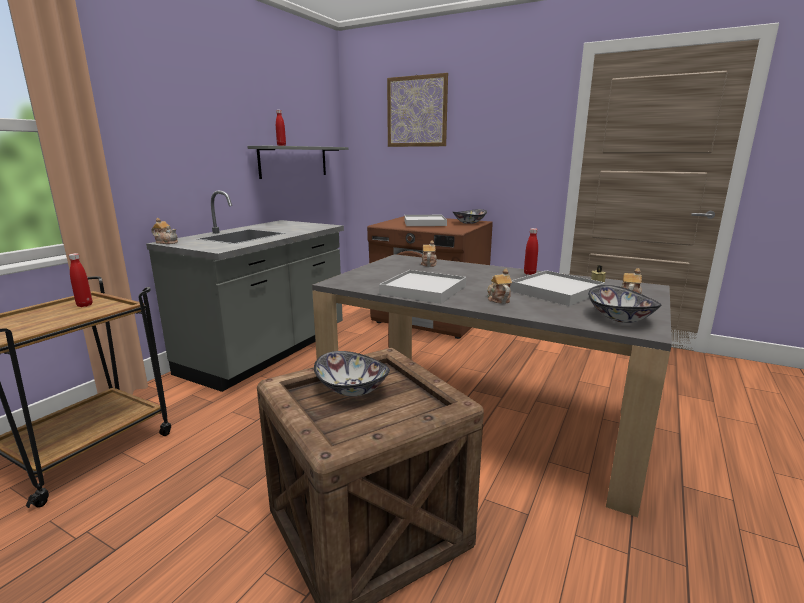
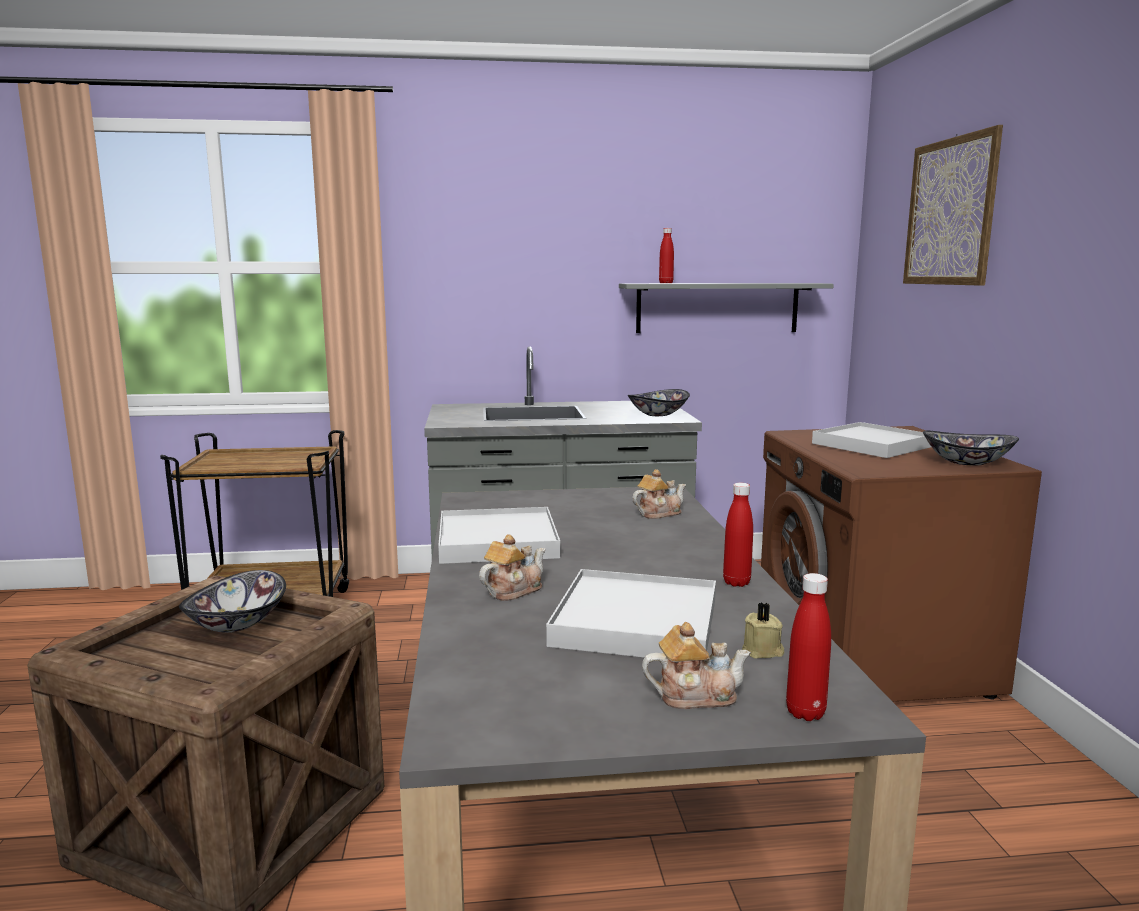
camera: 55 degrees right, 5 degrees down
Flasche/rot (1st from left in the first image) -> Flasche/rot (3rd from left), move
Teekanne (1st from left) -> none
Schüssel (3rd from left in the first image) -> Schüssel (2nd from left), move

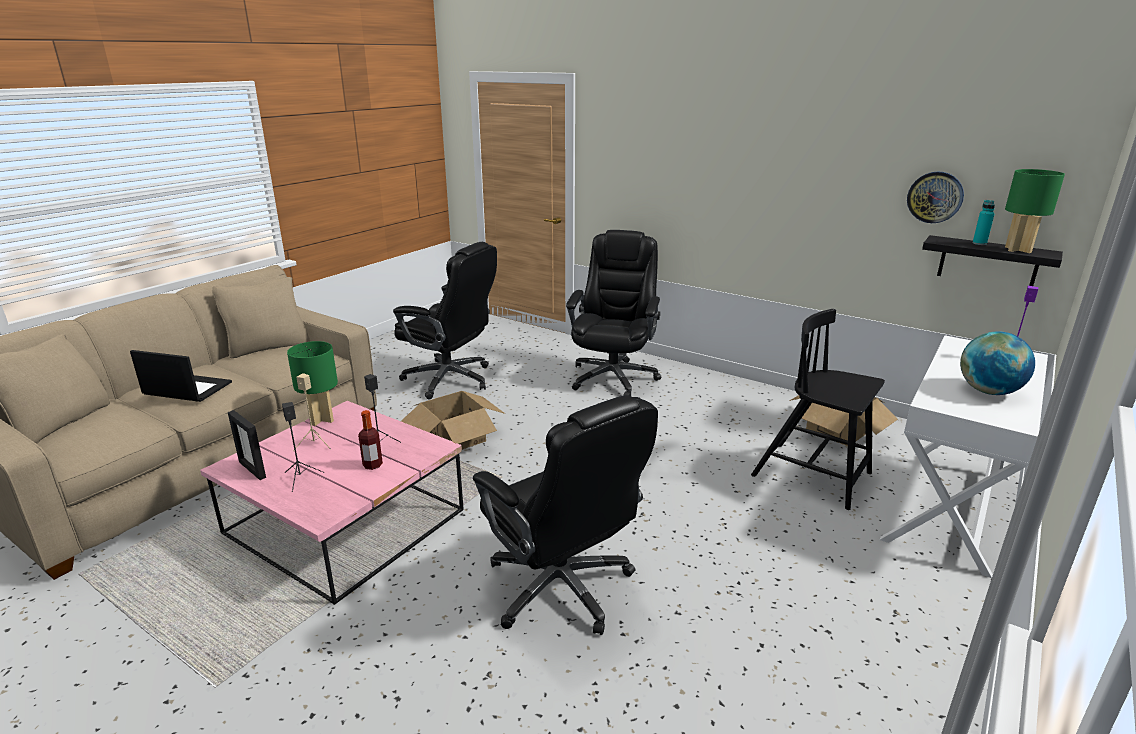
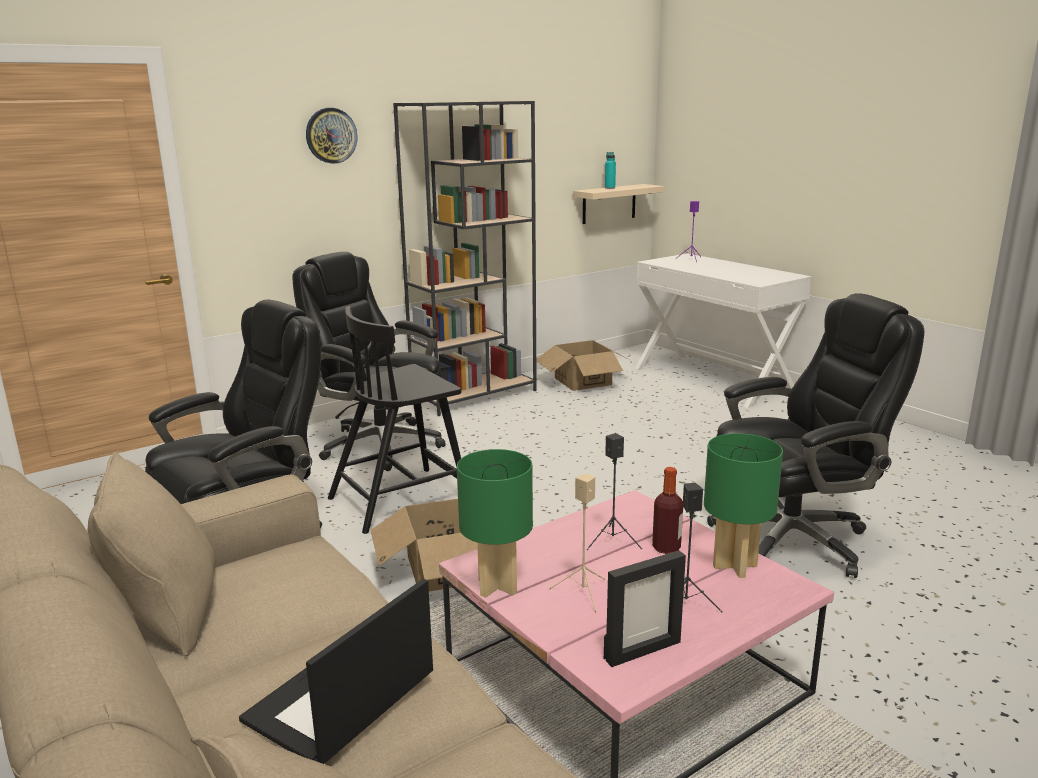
camera: 70 degrees left, 5 degrees down
Stuhl/schwarz, move
Wanduhr, move
Wandregal/schwarz -> Wandregal/beige
Globus -> none
Tischlampe/grün (2nd from left), move
none -> Bücherregal

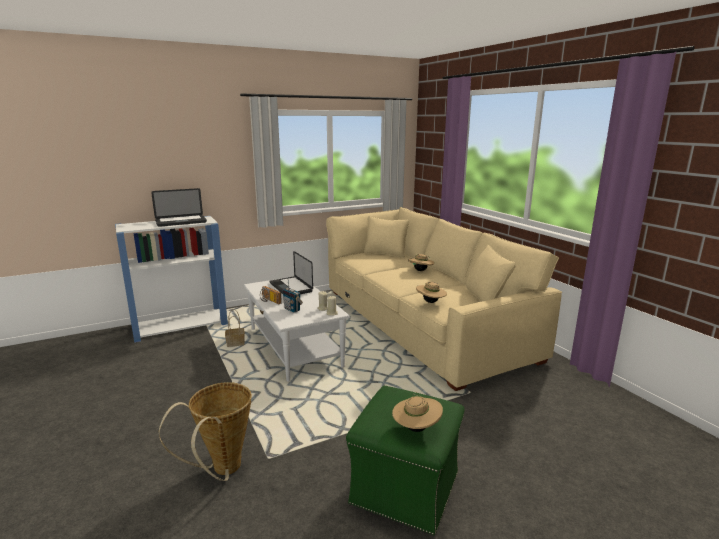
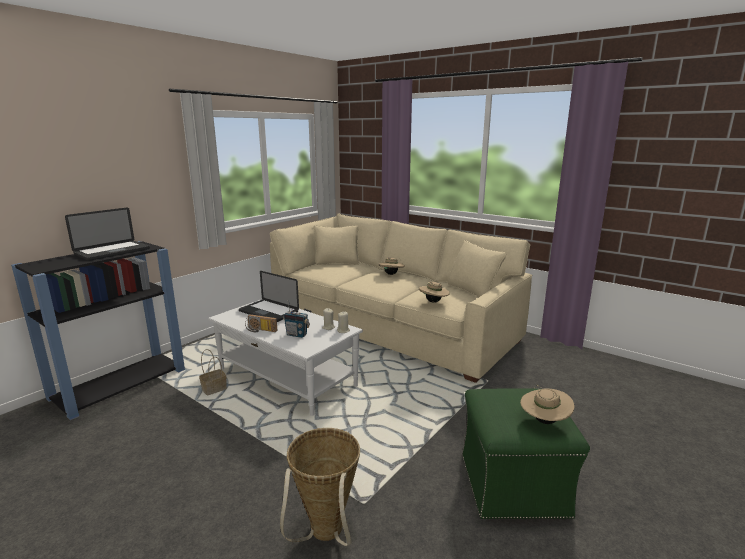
camera: 25 degrees left, 0 degrees up
Bücherregal/weiß -> Bücherregal/schwarz

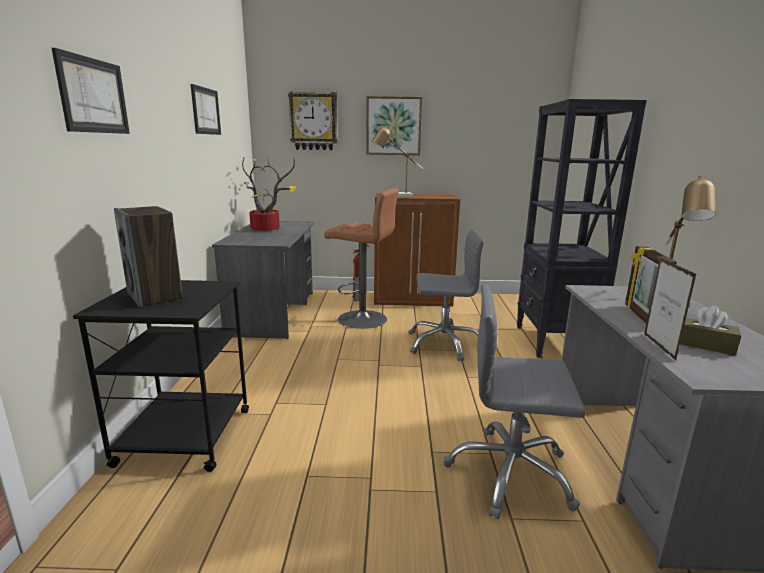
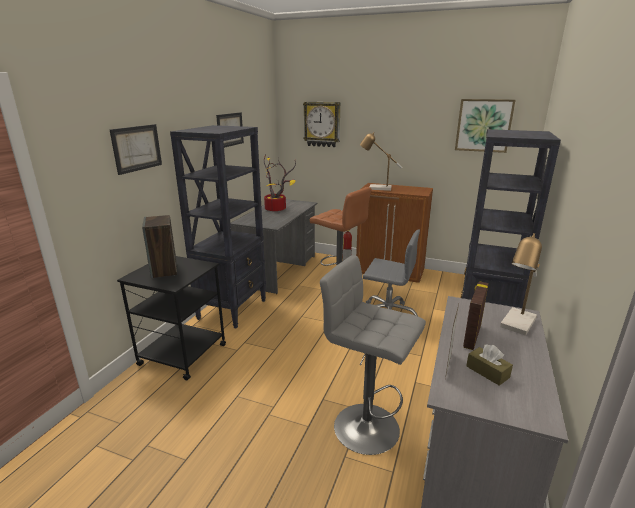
camera: 20 degrees right, 5 degrees up
Bild (3rd from left), move
Bürostuhl/grau (2nd from left) -> Hocker/grau
none -> Bücherregal/schwarz (1st from left)

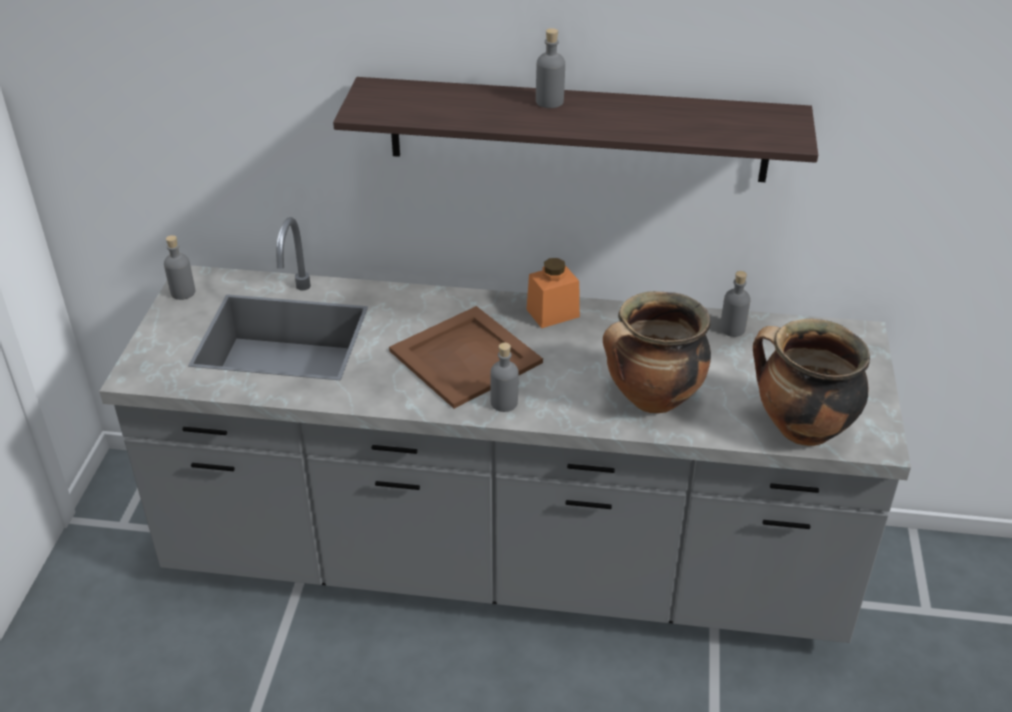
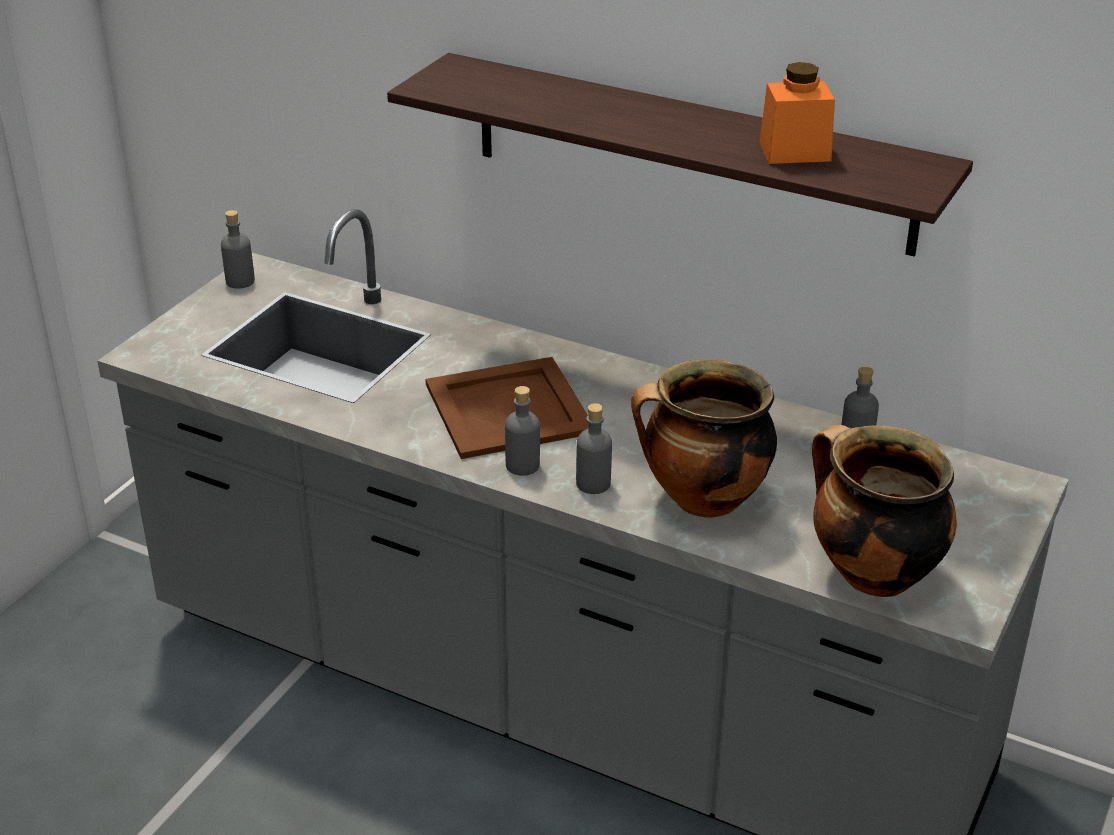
camera: 20 degrees right, 5 degrees down
Vorratsglas/orange, move
Flasche/grau (3rd from left), move

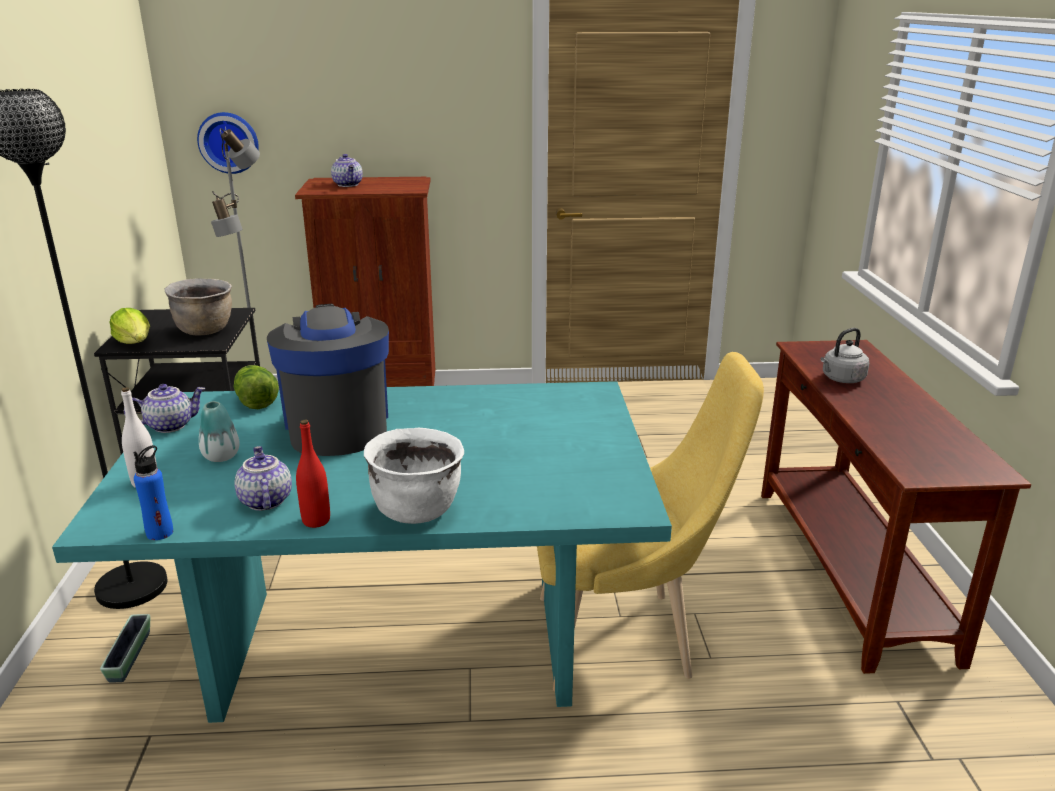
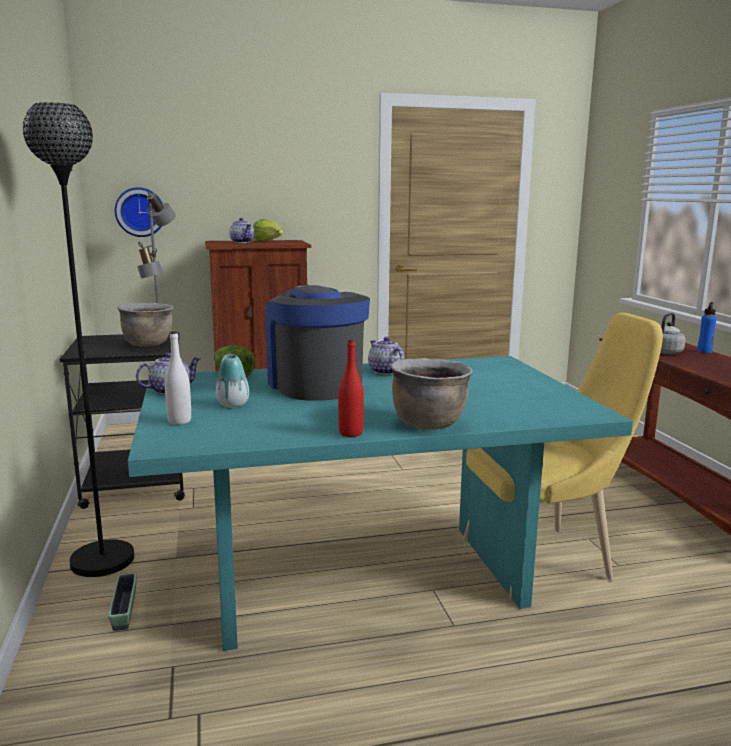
camera: 10 degrees left, 10 degrees down
Salatkopf (1st from left in the first image) -> Salatkopf (2nd from left), move
Flasche/blau, move
Teekanne (2nd from left in the first image) -> Teekanne (3rd from left), move
Kochtopf/weiß -> Kochtopf/braun (2nd from left)

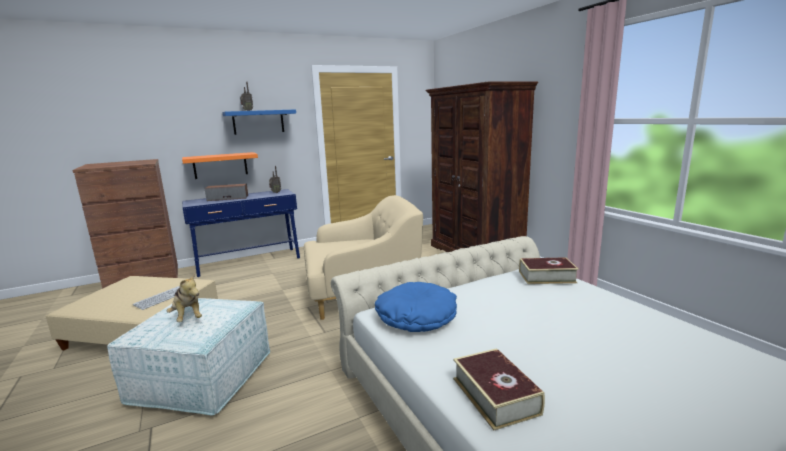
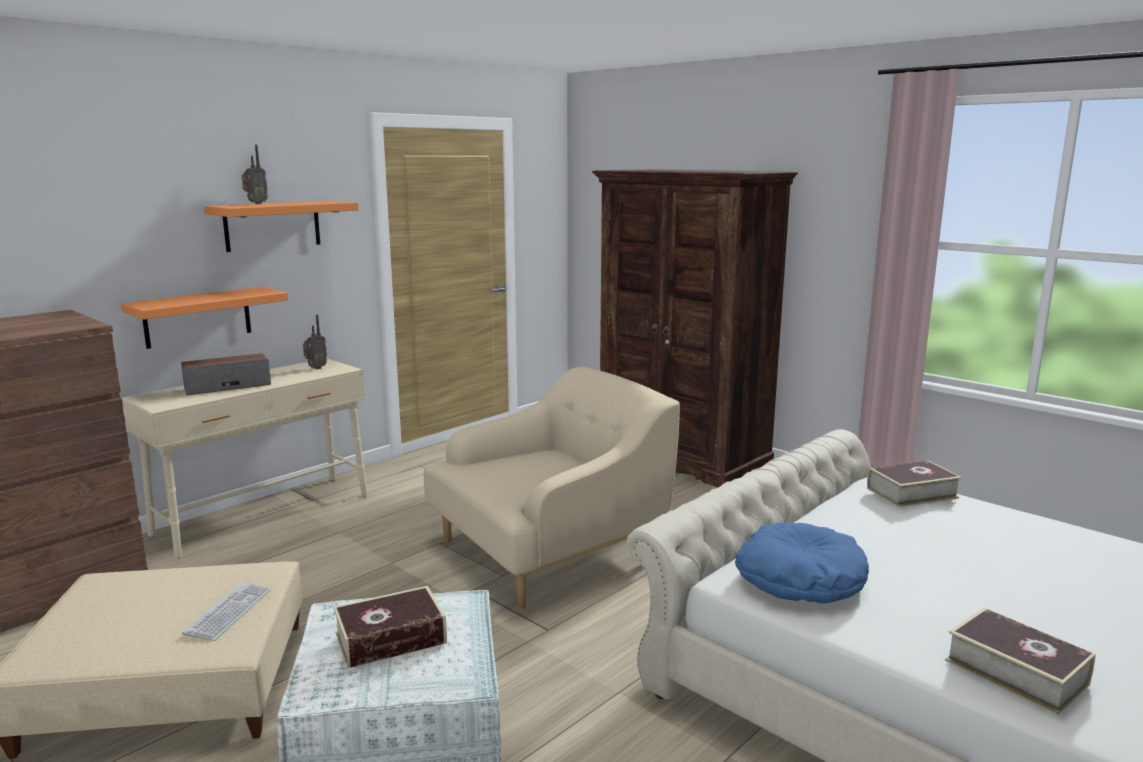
camera: 20 degrees left, 0 degrees up
Plüschtier -> Buch (1st from left)
Konsolentisch/blau -> Konsolentisch/beige
Wandregal/blau -> Wandregal/orange (2nd from left)

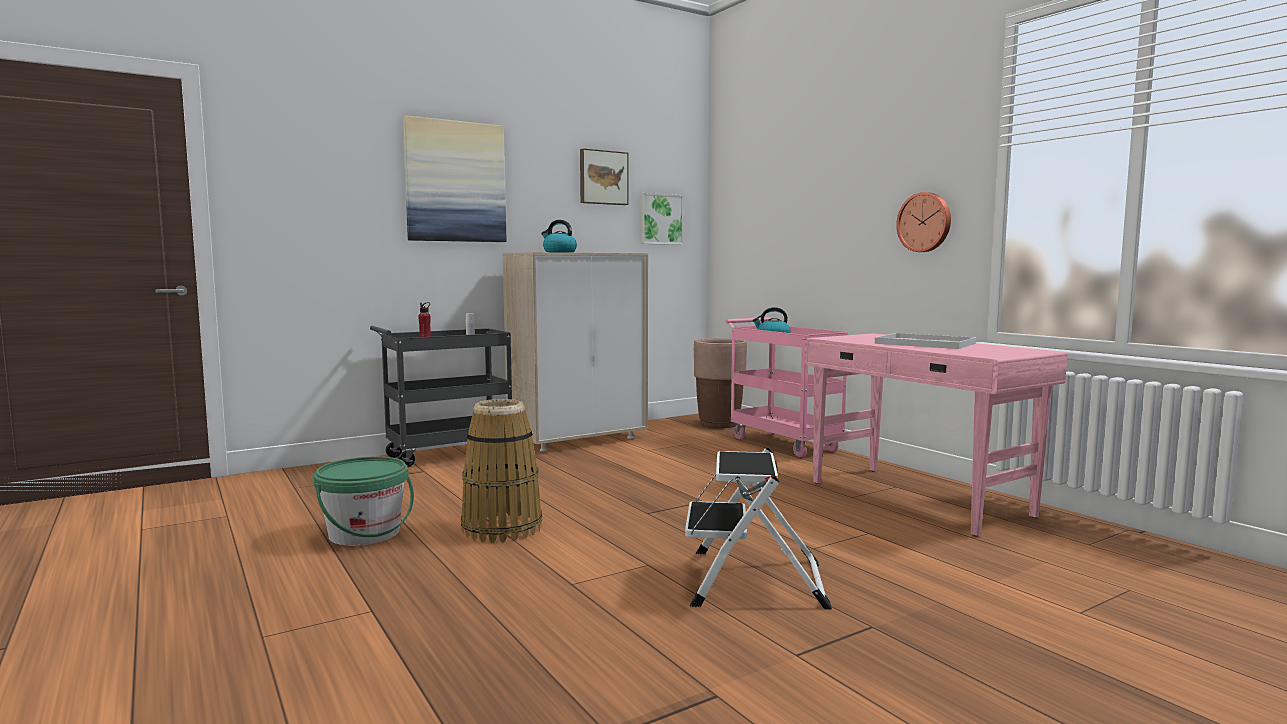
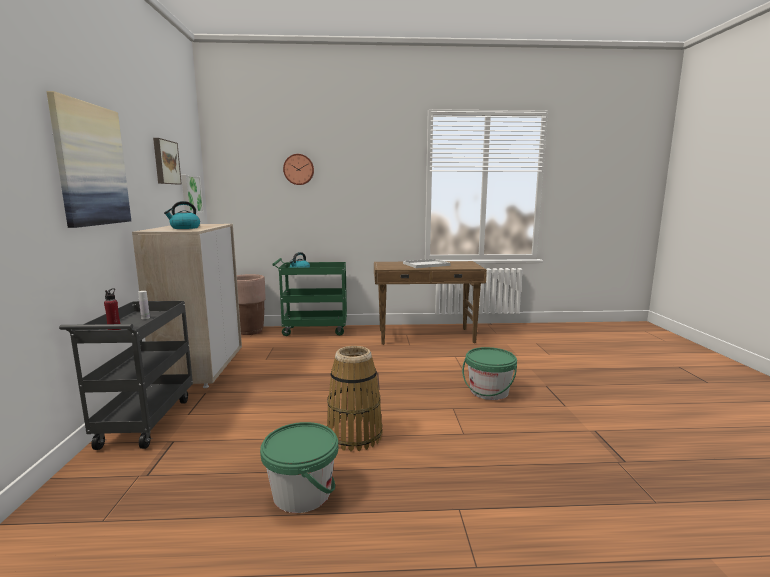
camera: 60 degrees left, 5 degrees up
Trittleiter -> Eimer/grün (2nd from left)
Rollwagen/rosa -> Rollwagen/grün
Konsolentisch/rosa -> Konsolentisch/braun
Wanduhr, move

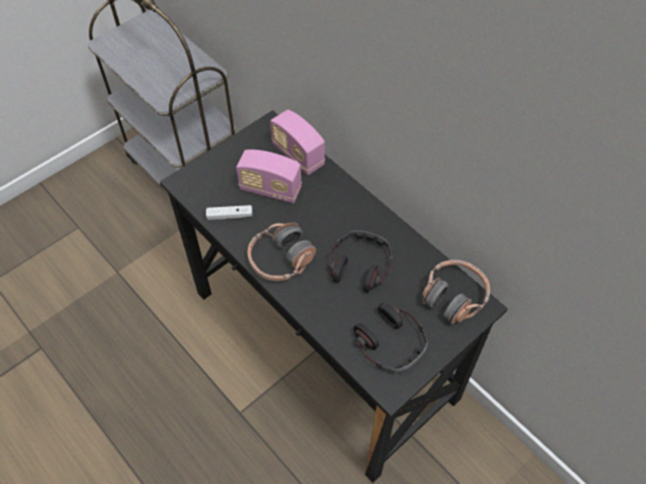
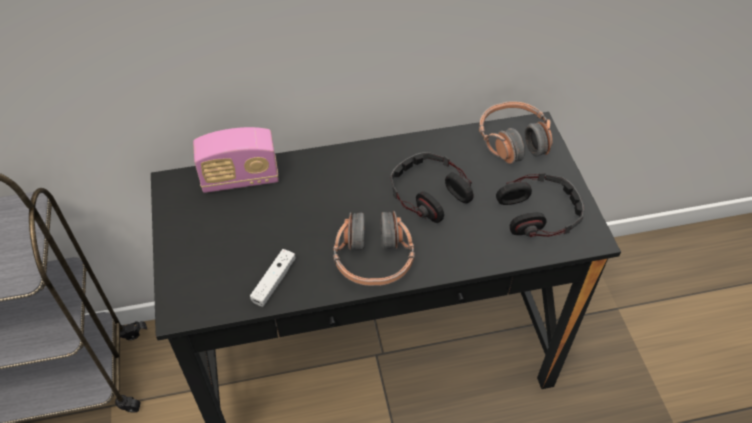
camera: 60 degrees left, 5 degrees down
Radio (1st from left) -> none

